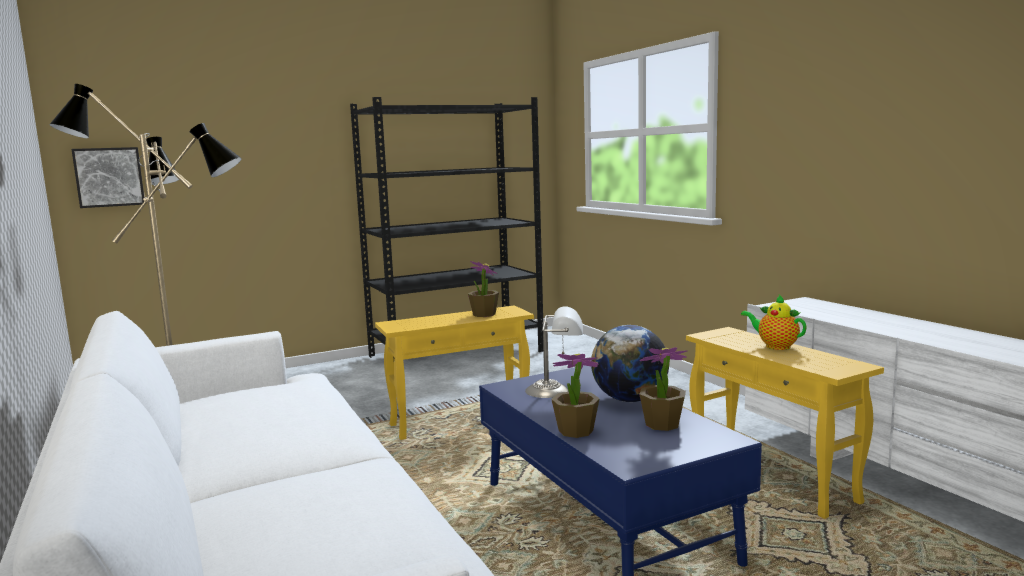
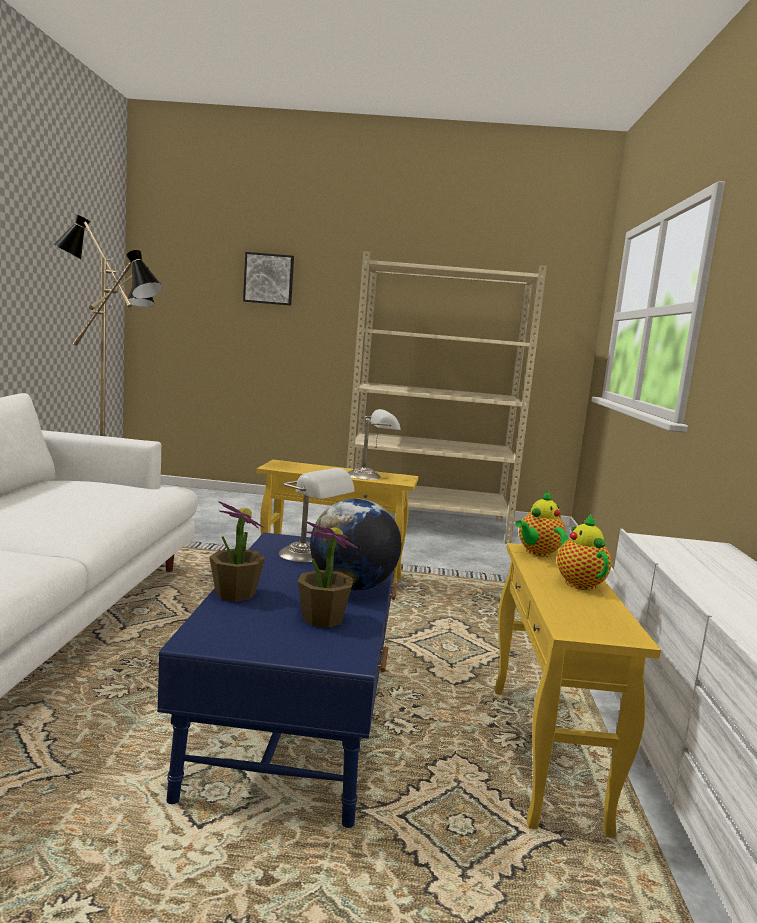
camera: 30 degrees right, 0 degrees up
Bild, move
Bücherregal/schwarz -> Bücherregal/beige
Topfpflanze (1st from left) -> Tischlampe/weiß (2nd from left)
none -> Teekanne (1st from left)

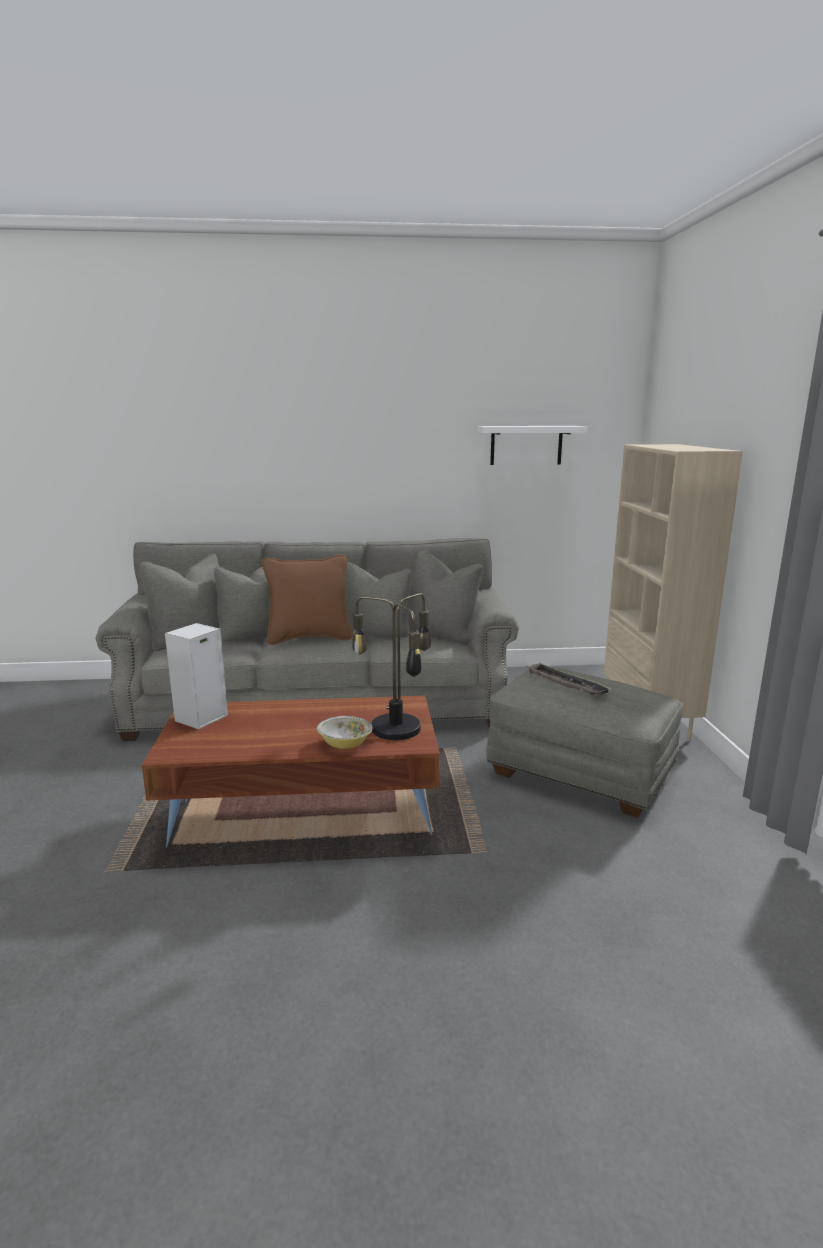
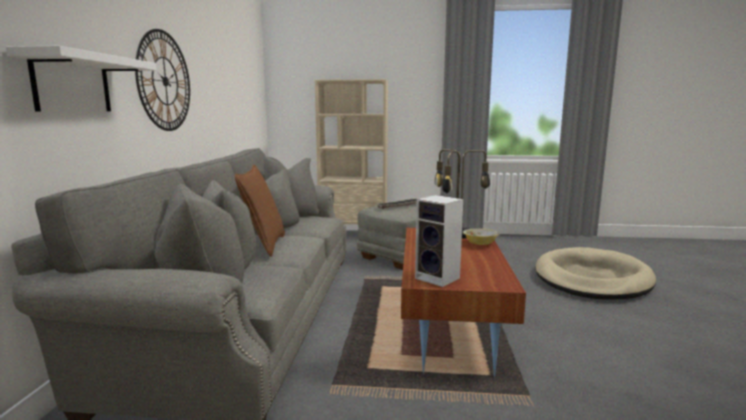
camera: 80 degrees left, 5 degrees down
Wandregal/weiß, move
none -> Wanduhr
none -> Hundebett/beige

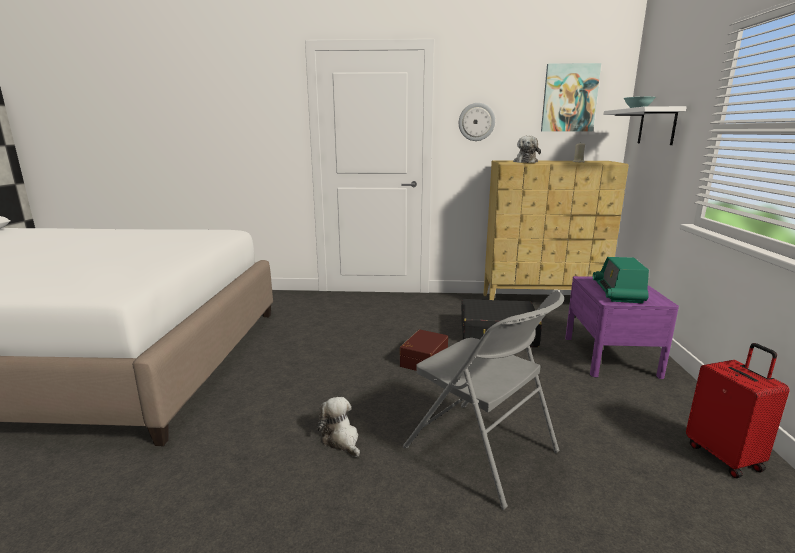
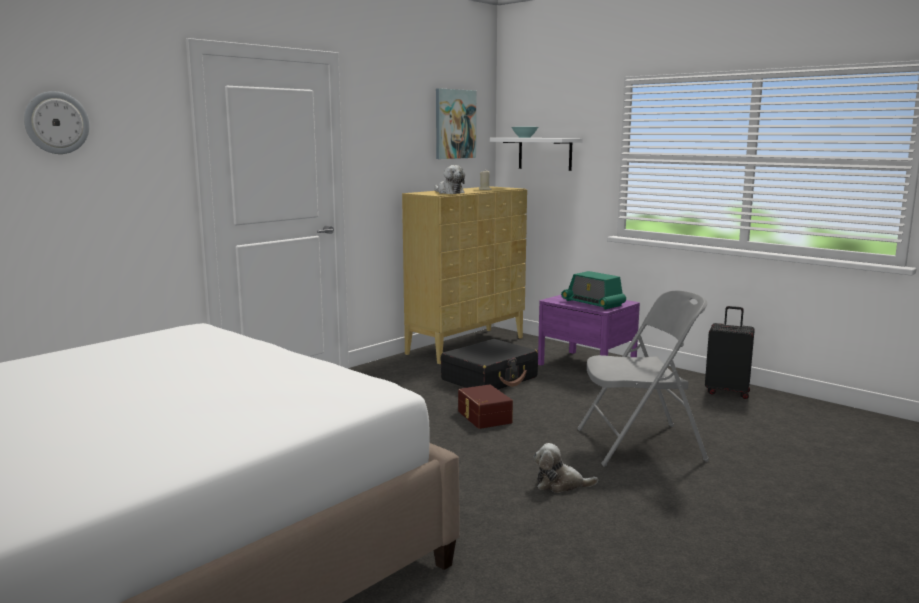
camera: 50 degrees left, 5 degrees down
Wanduhr, move
Koffer/rot -> Koffer/schwarz (2nd from left)

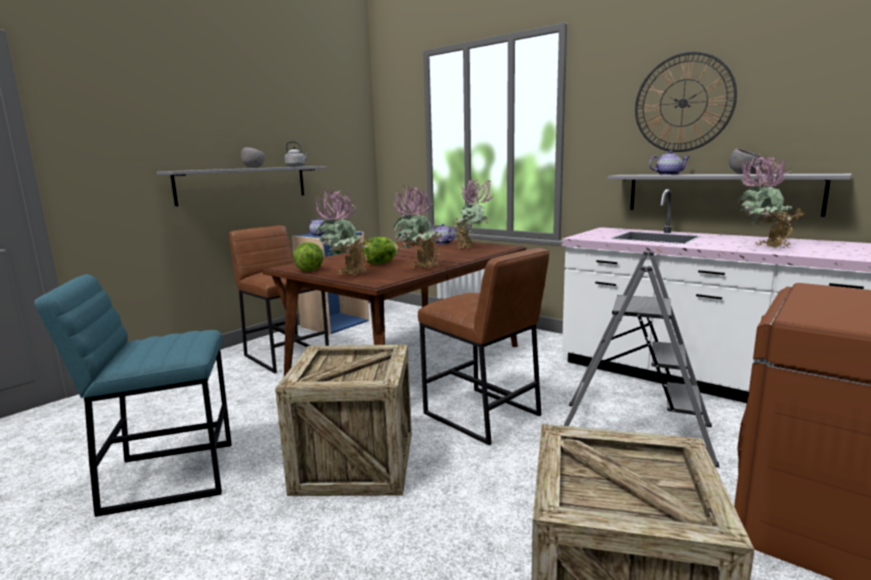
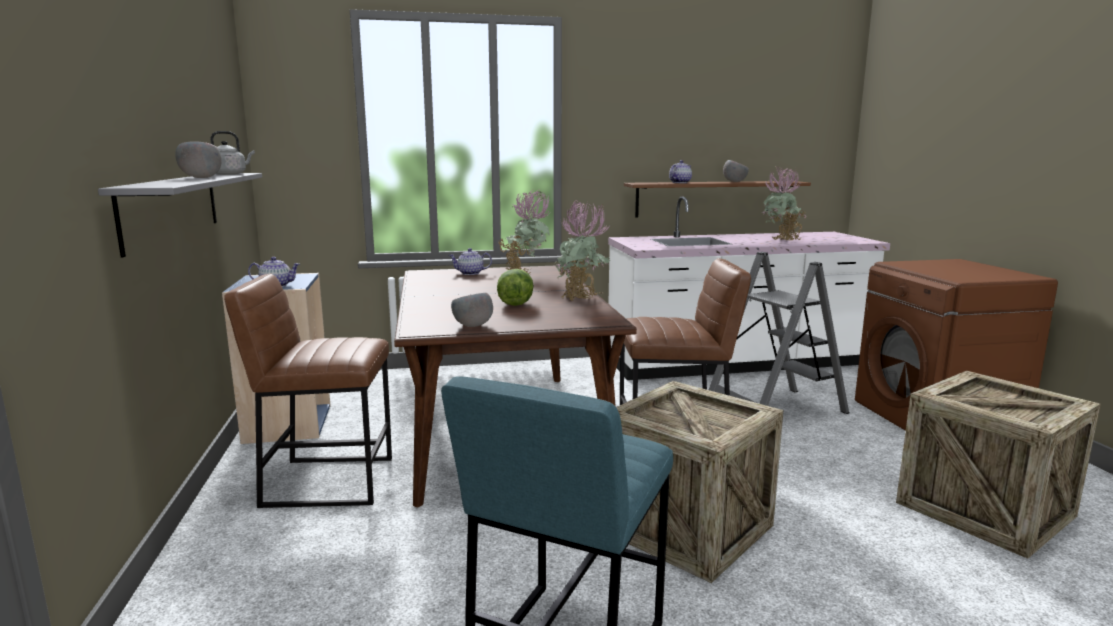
camera: 50 degrees left, 0 degrees up
Salatkopf (1st from left) -> Schüssel/grau (2nd from left)
Topfpflanze (1st from left) -> none
Wandregal/grau (2nd from left) -> Wandregal/braun
Wanduhr -> none

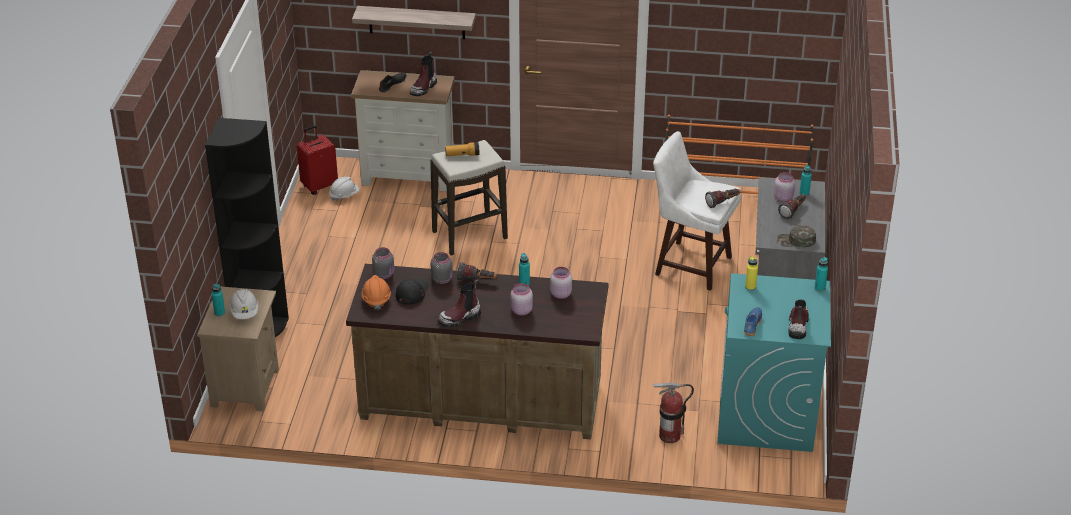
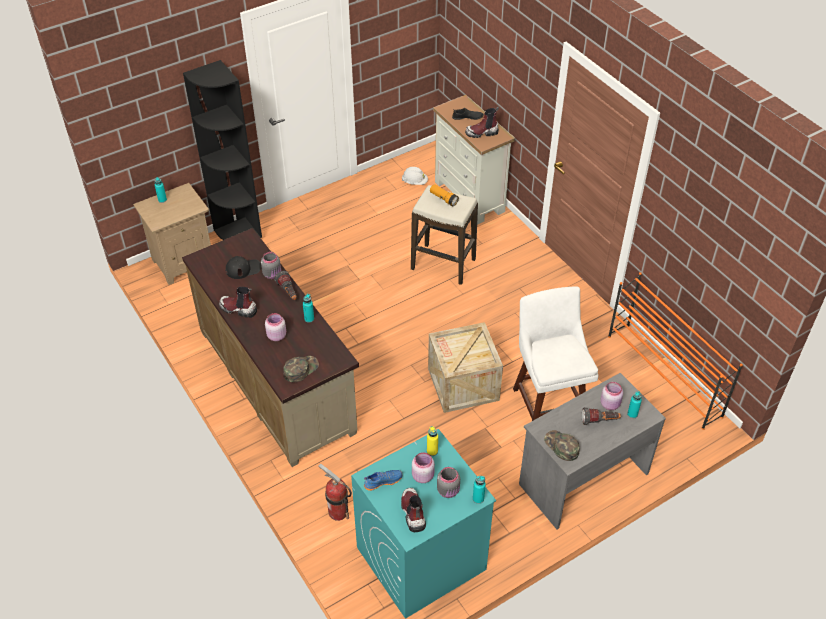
camera: 50 degrees right, 10 degrees up
Schutzhelm/weiß (1st from left) -> none
Koffer/rot -> none
Wandregal -> none
Schutzhelm/orange -> none
Vorratsglas/grau (1st from left in the first image) -> Vorratsglas/grau (2nd from left), move
Vorratsglas/rosa (2nd from left), move
Taschenlampe (3rd from left) -> none
Stiefel (3rd from left in the first image) -> Stiefel (2nd from left), 75 degrees counterclockwise
none -> Kappe/grün (1st from left)
none -> Kiste

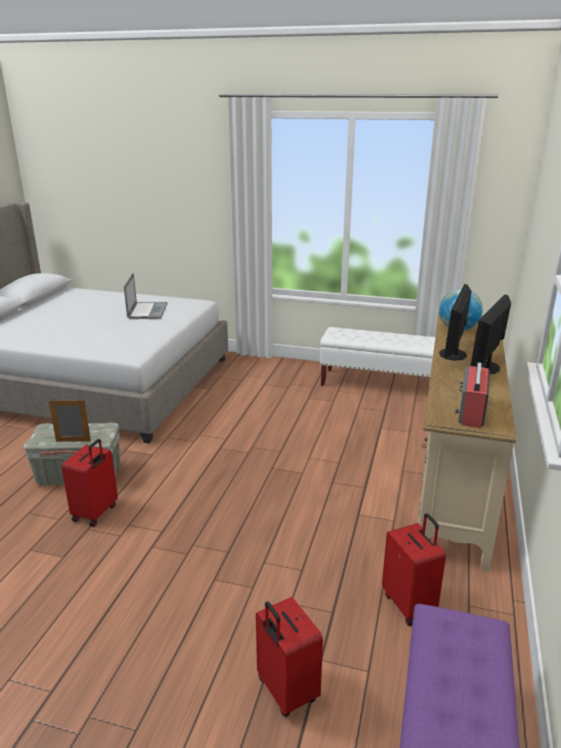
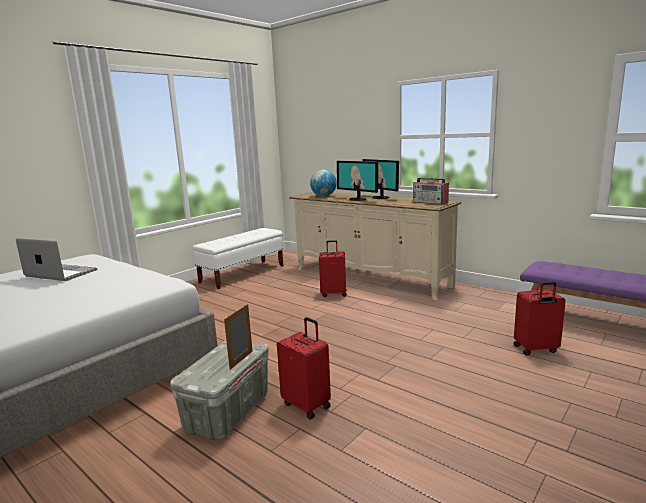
camera: 65 degrees left, 10 degrees down
Koffer/rot (3rd from left in the first image) -> Koffer/rot (2nd from left), move

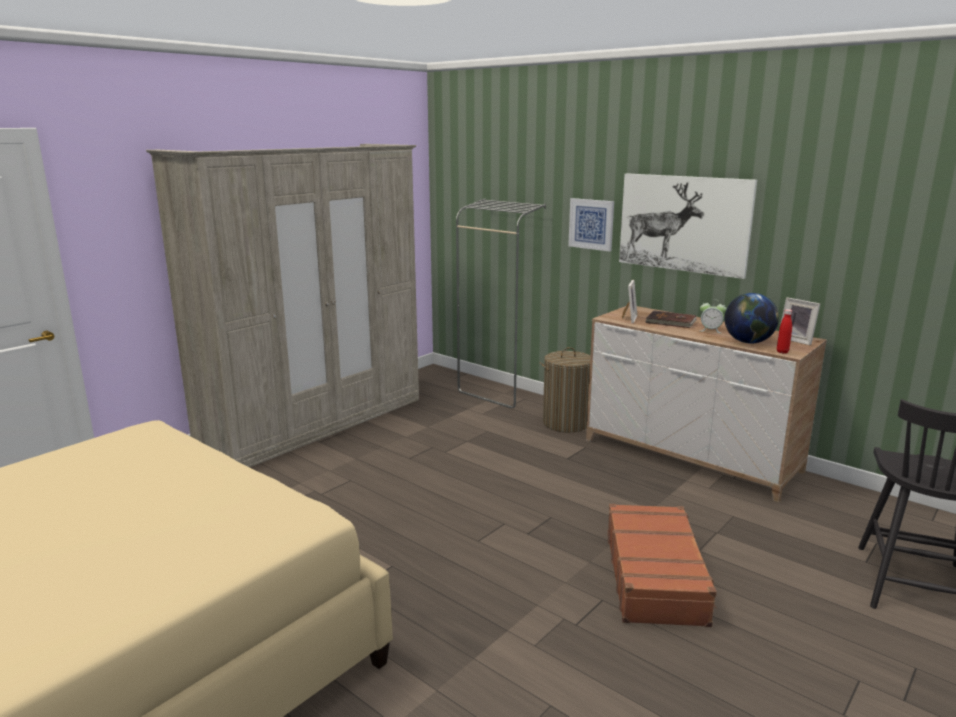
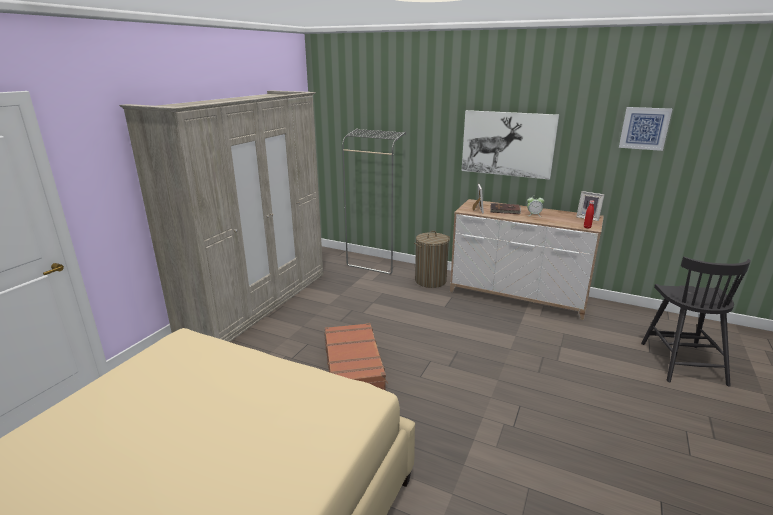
camera: 15 degrees left, 5 degrees up
Bild (1st from left in the first image) -> Bild (2nd from left), move
Koffer/braun, move
Globus -> none

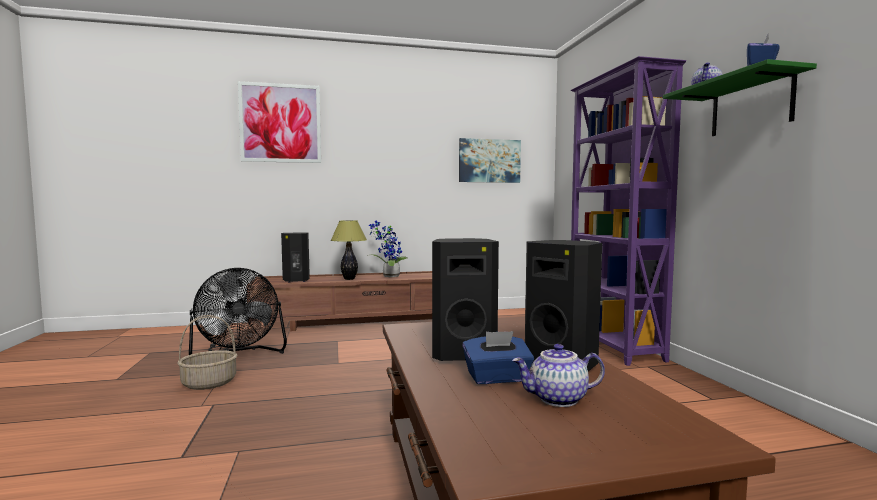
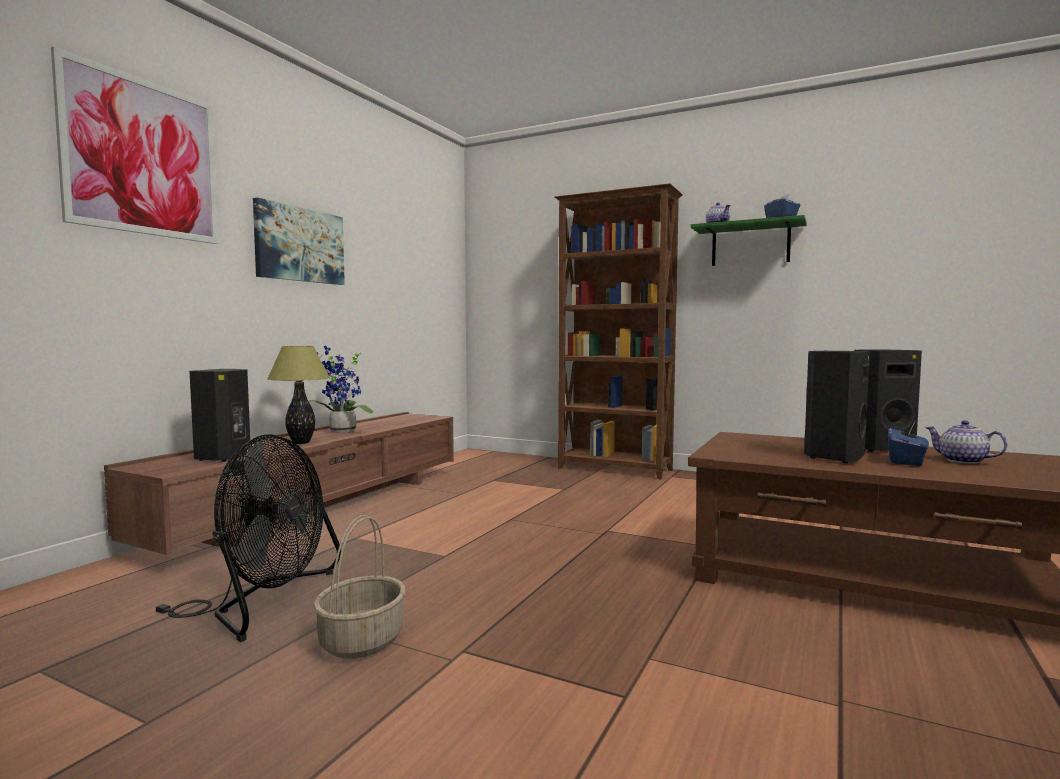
camera: 50 degrees left, 0 degrees up
Bild (2nd from left), move
Teekanne (1st from left in the first image) -> Teekanne (2nd from left), 105 degrees clockwise
Bücherregal/lila -> Bücherregal/braun

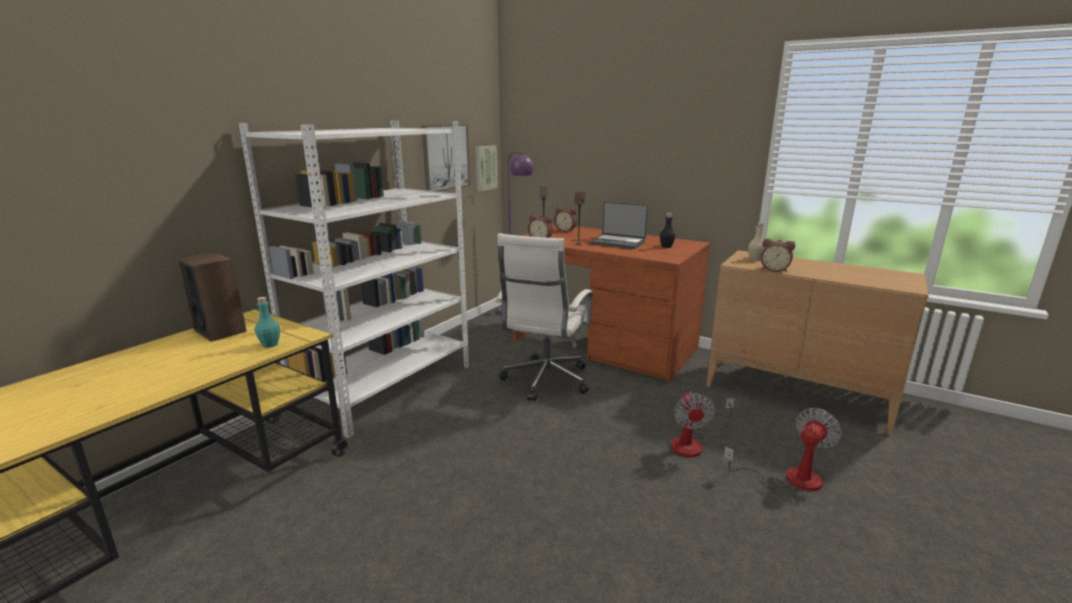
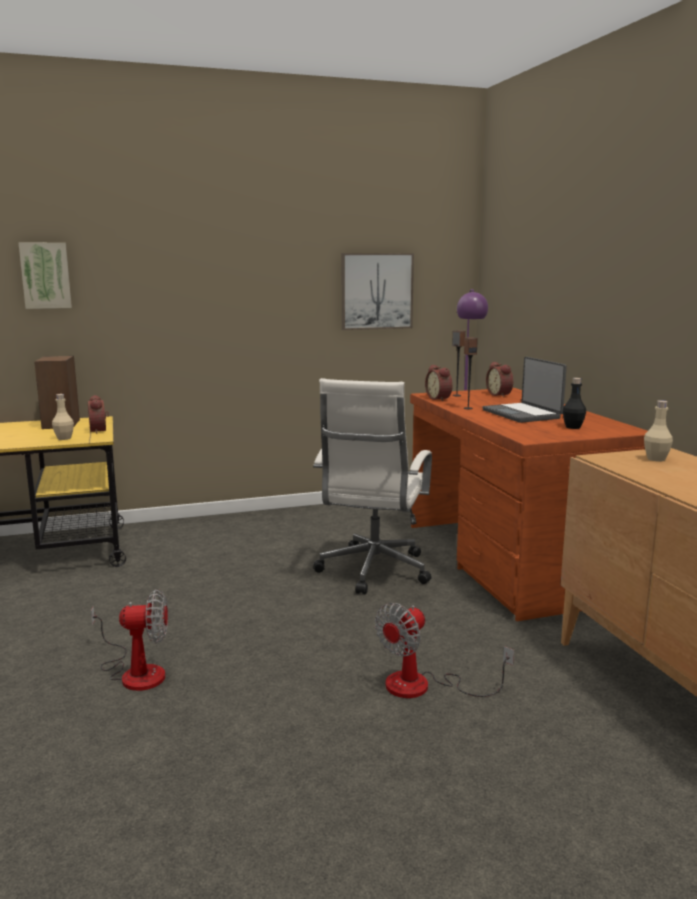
camera: 40 degrees right, 5 degrees down
Bücherregal/weiß -> none
Flasche/türkis -> Flasche/beige (1st from left)
Bild (2nd from left in the first image) -> Bild (1st from left), move
Bürostuhl/weiß, 45 degrees counterclockwise
Ventilator (2nd from left in the first image) -> Ventilator (1st from left), move
Wecker (3rd from left in the first image) -> Wecker (1st from left), move

